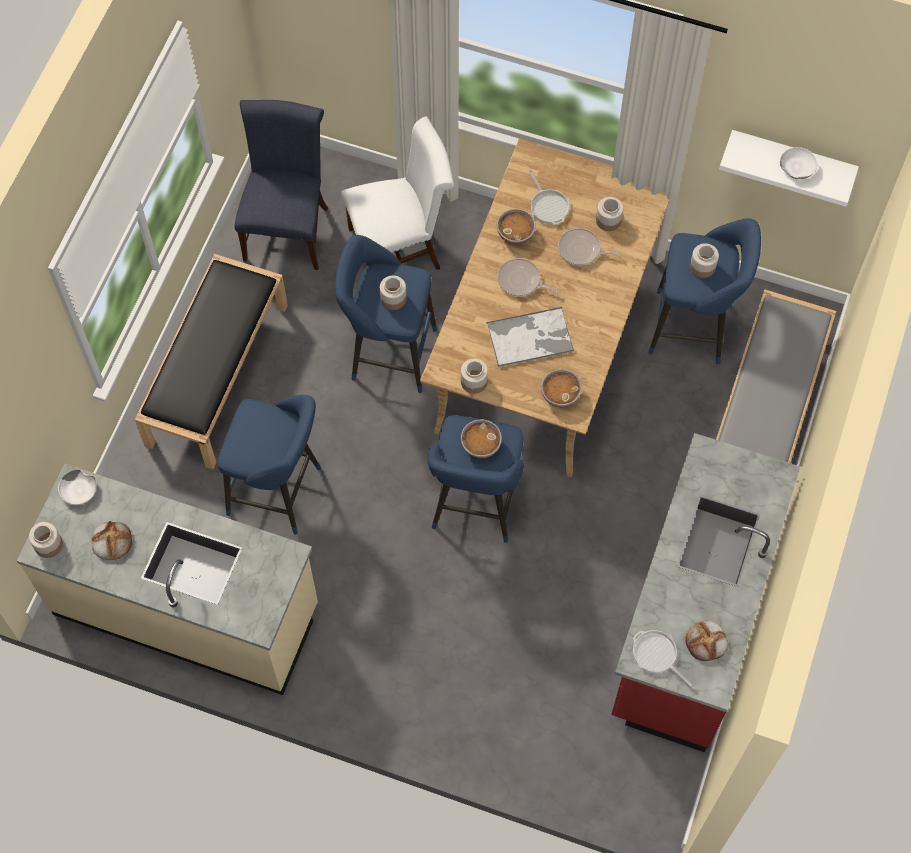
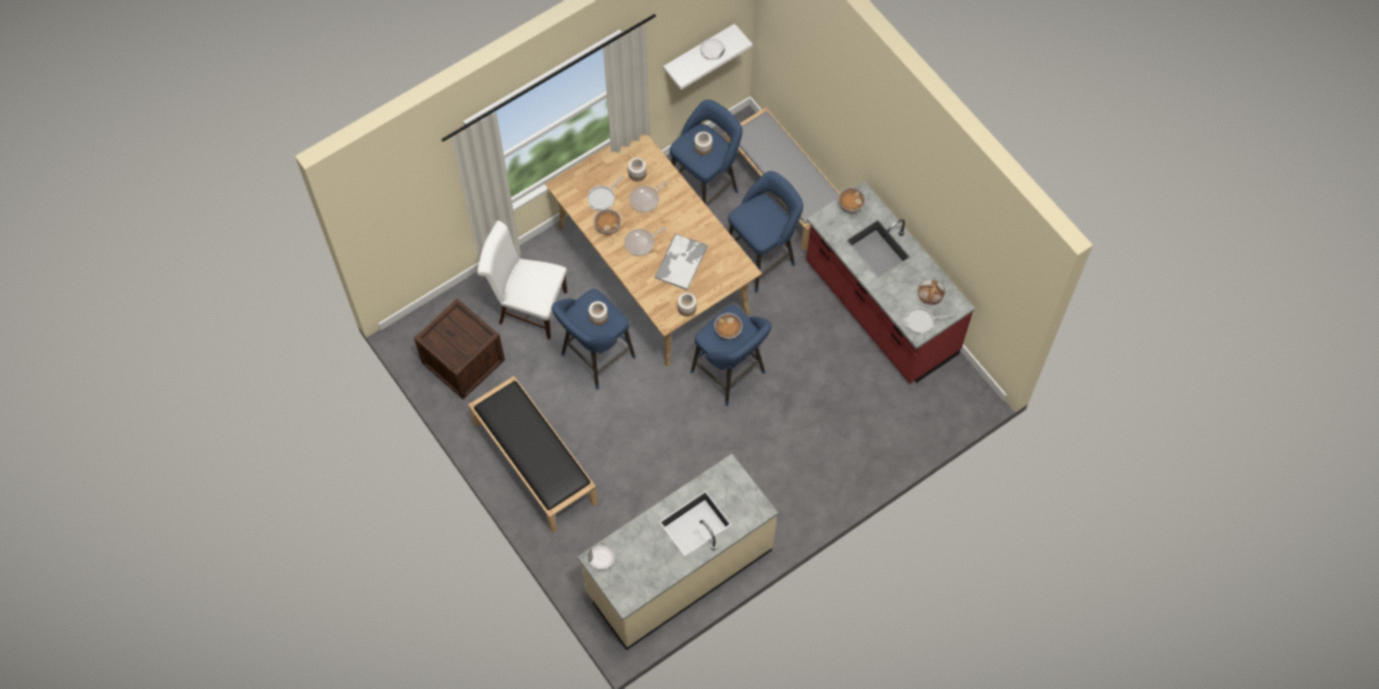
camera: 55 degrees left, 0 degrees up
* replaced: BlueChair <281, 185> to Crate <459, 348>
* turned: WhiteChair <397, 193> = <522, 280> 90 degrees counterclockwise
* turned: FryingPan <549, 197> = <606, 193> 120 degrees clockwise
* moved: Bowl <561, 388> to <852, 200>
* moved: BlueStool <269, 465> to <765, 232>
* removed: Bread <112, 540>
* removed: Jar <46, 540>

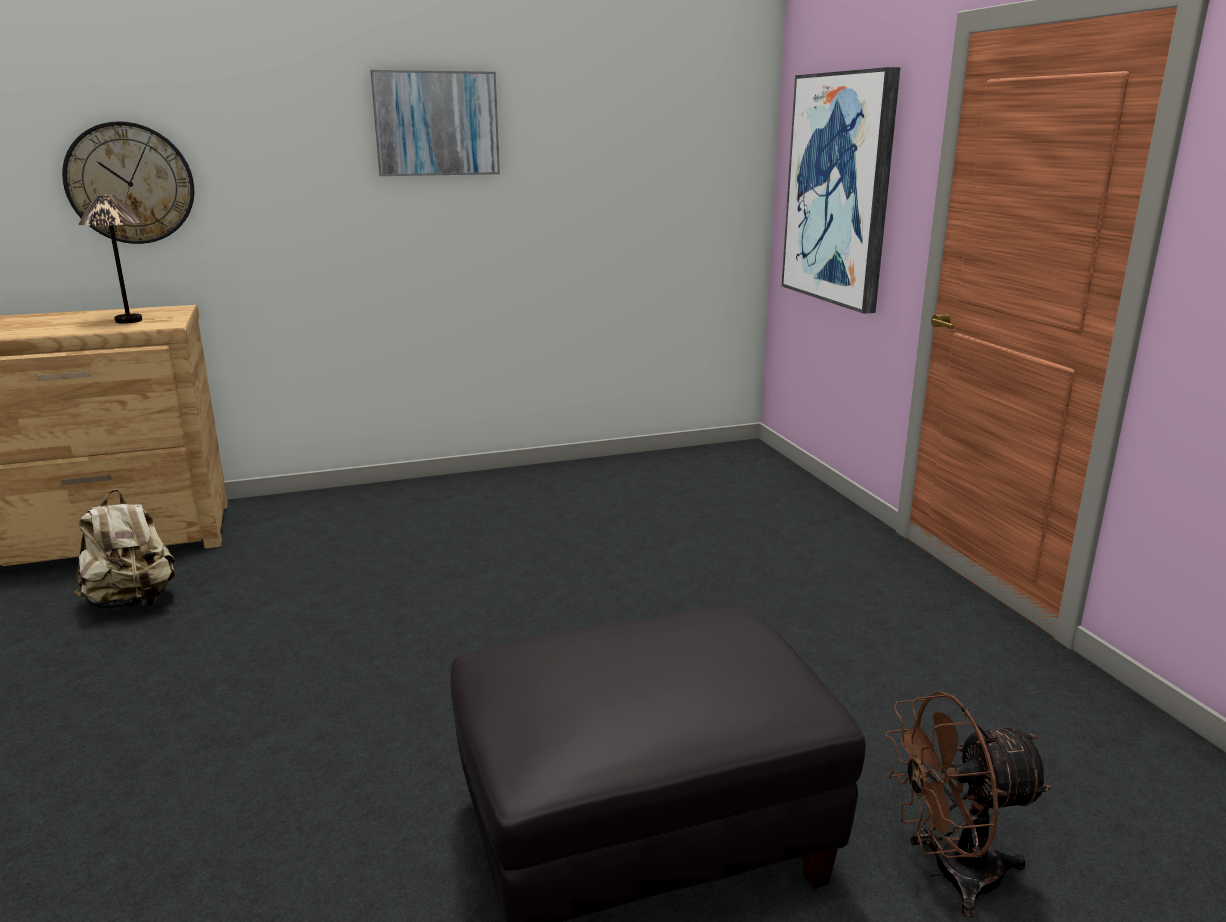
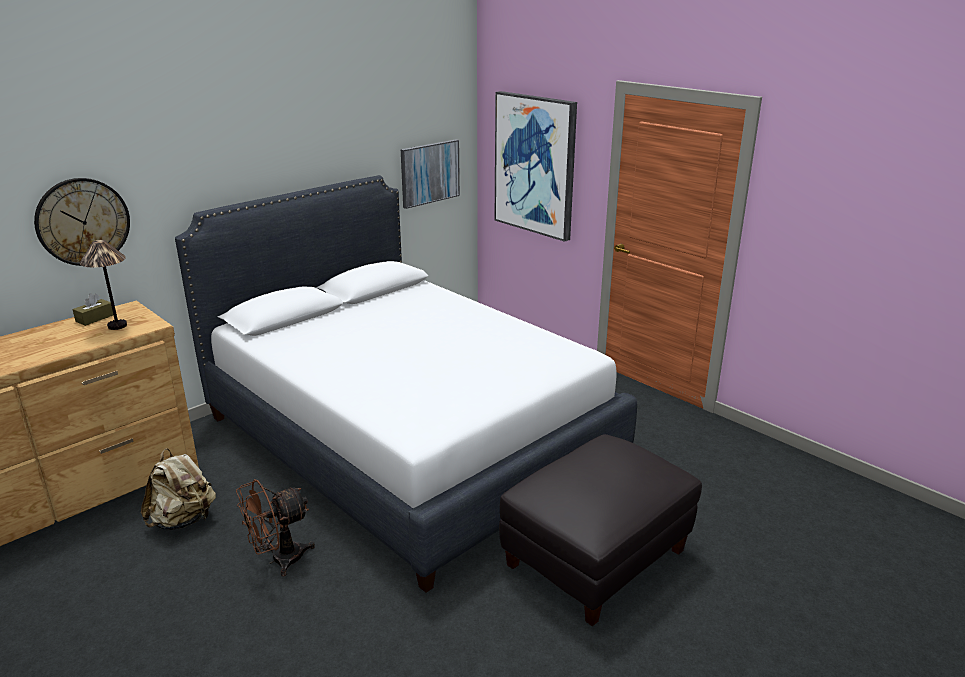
camera: 25 degrees left, 5 degrees up
* moved: Picture <435, 123> to <430, 174>
* moved: BrownFan <968, 804> to <275, 527>
* added: WhiteBed <406, 384>
* added: BrownTissueBox <92, 309>

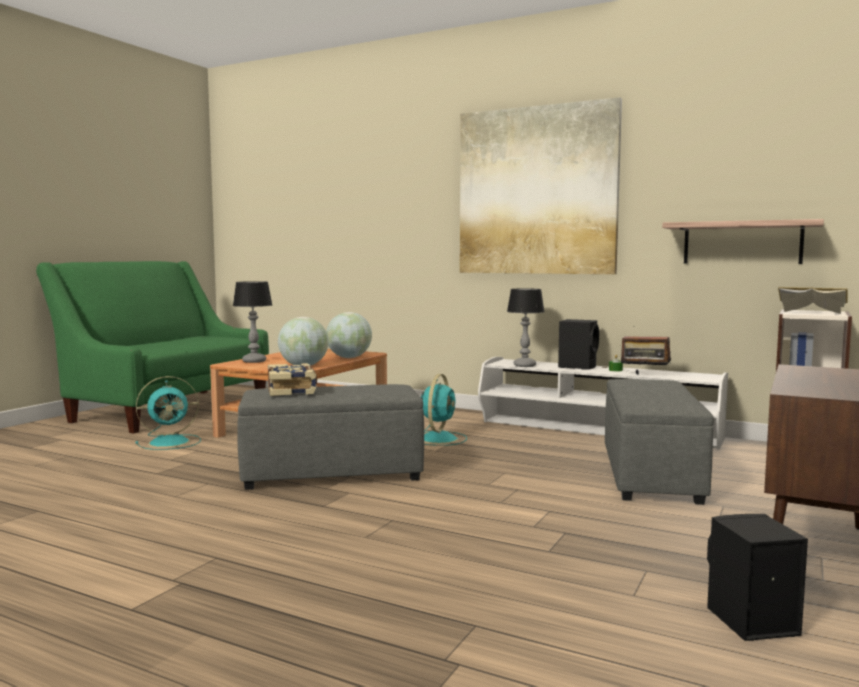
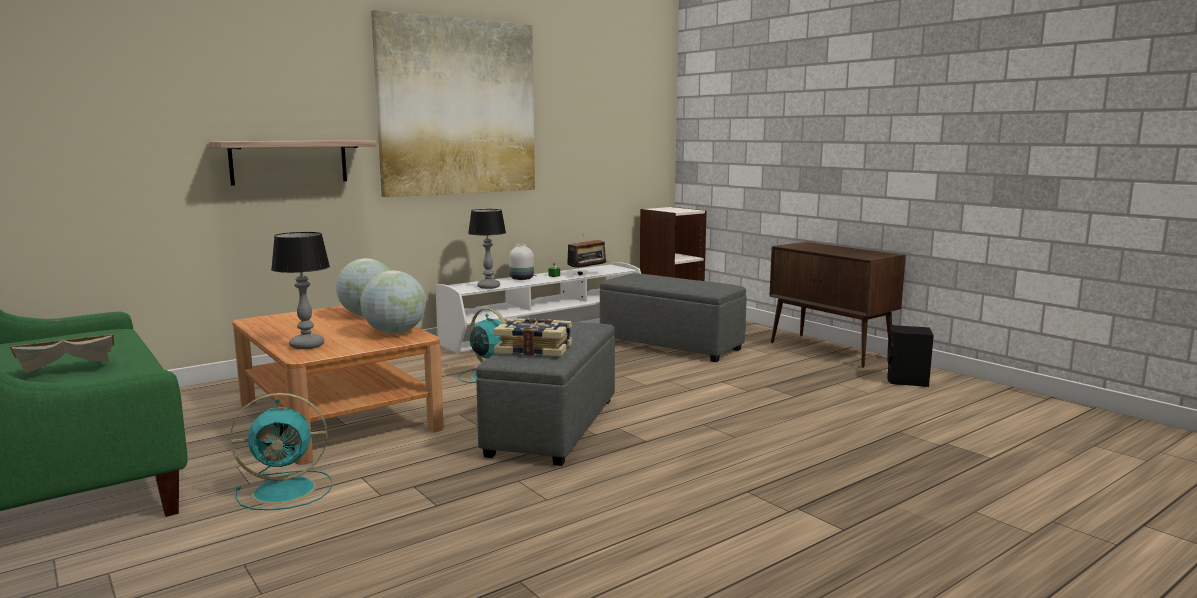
camera: 65 degrees left, 5 degrees up
* moved: Shelf <743, 241> to <292, 163>
* moved: Book <813, 300> to <61, 353>
* replaced: BlackSpeaker <578, 344> to WhiteVase <521, 262>
* turned: TurquoiseFan <168, 413> = <281, 451> 75 degrees clockwise

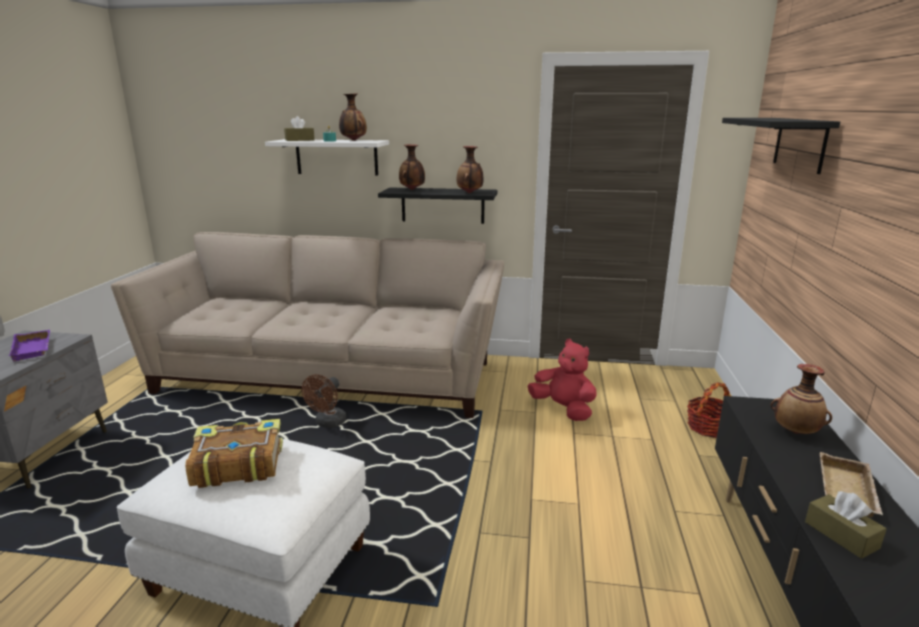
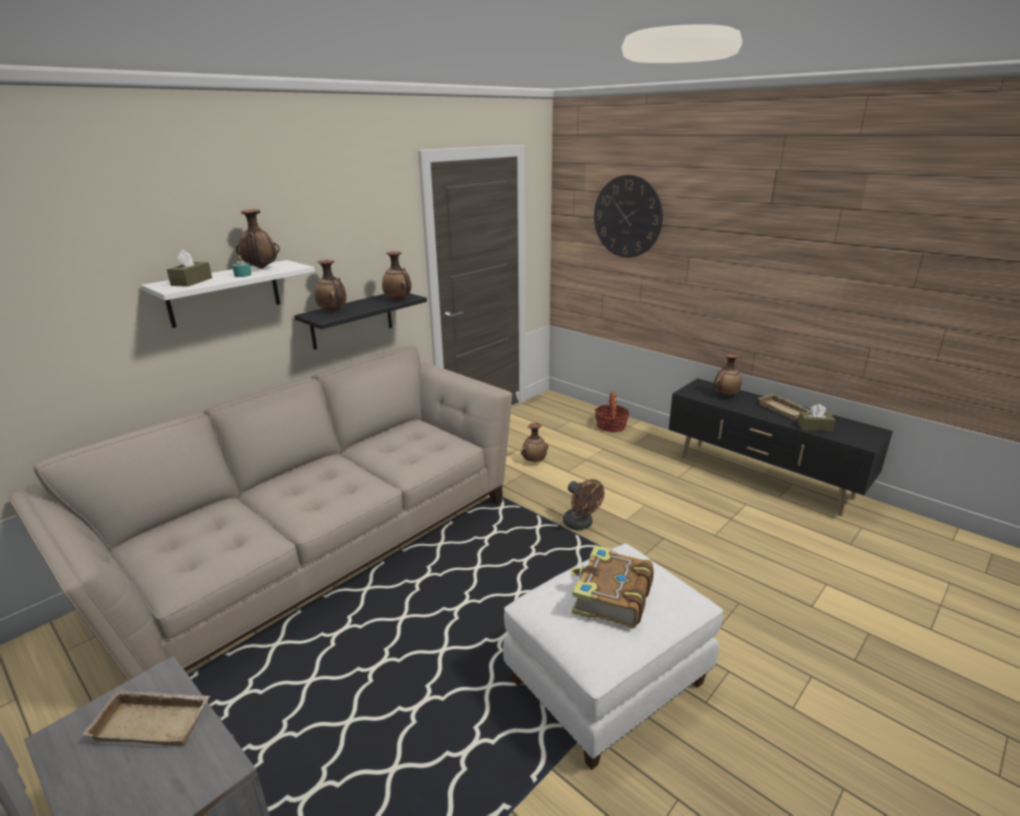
camera: 55 degrees left, 5 degrees up
* replaced: BlackShelf <781, 146> to WallClock <628, 216>
* recoloured: PurpleTray <29, 346> to BeigeTray <146, 718>
* replaced: RedPlushToy <562, 380> to Vase <534, 442>
* moved: BrownFan <324, 401> to <583, 504>

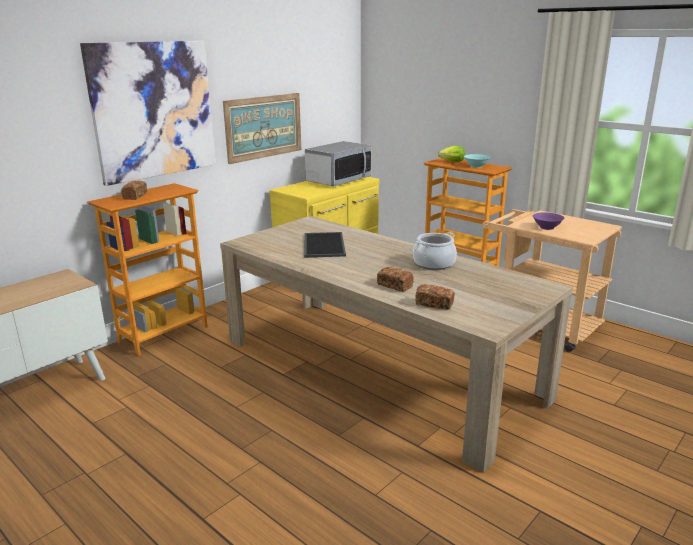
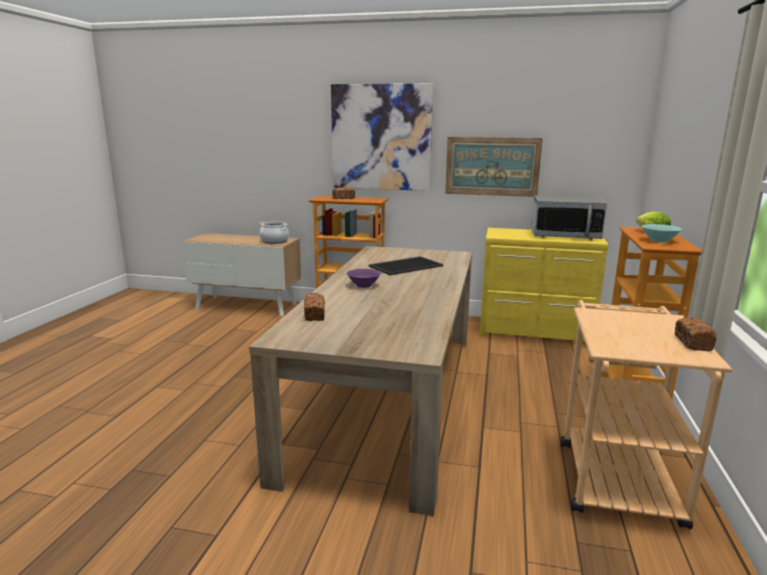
camera: 60 degrees right, 5 degrees down
* moved: PurpleBowl <548, 221> to <364, 278>
* moved: CookingPot <435, 251> to <274, 233>
* moved: Bread <395, 279> to <696, 334>

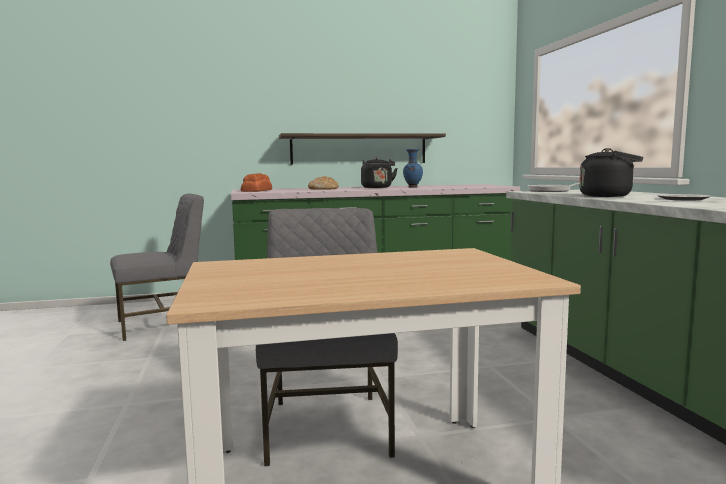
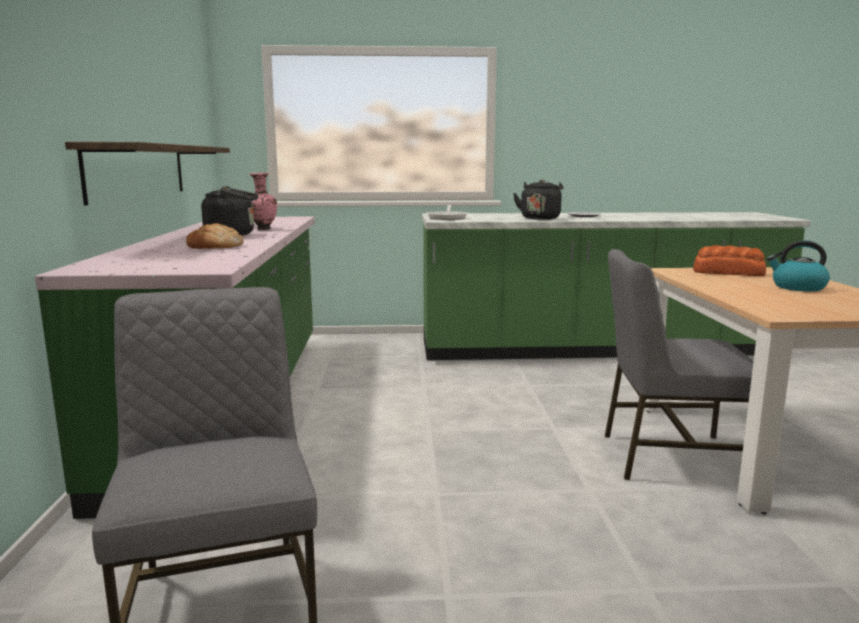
camera: 80 degrees left, 5 degrees up
* recoloured: BlueVase <413, 168> to PinkVase <263, 201>
* moved: Bread <256, 182> to <729, 260>
* added: Kettle <798, 266>

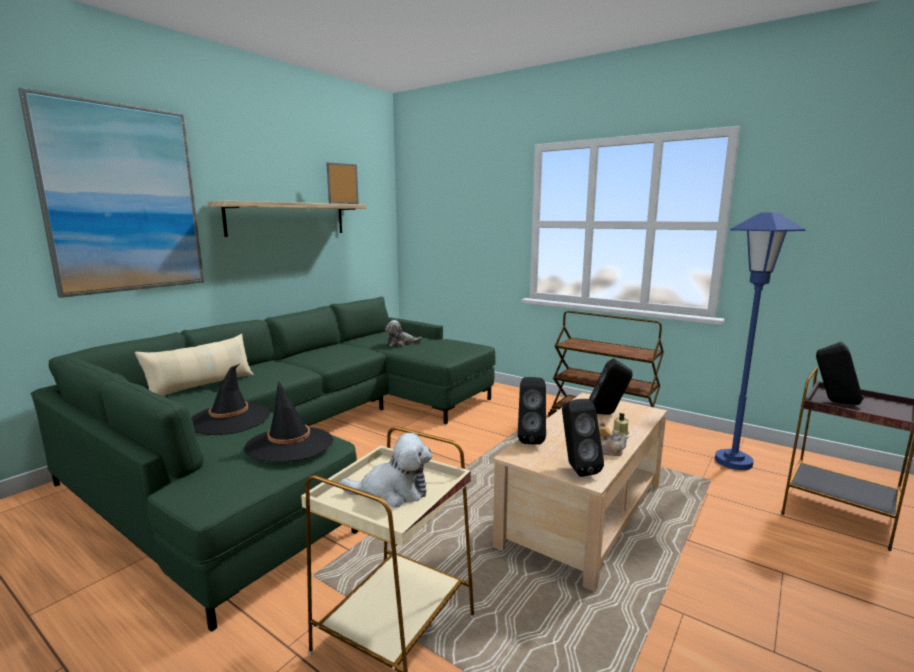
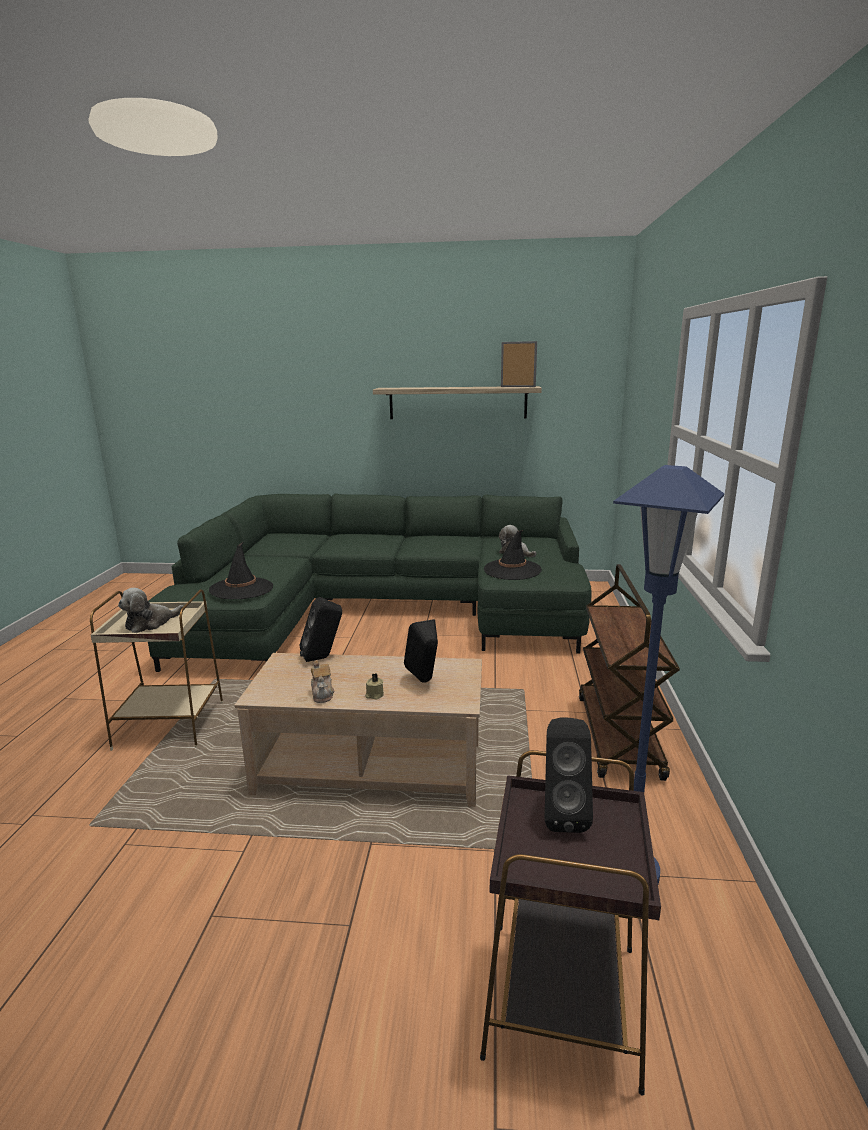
camera: 60 degrees right, 5 degrees up
* removed: Picture <111, 192>
* removed: BeigePillow <194, 365>
* moved: BlackHat <231, 399> to <513, 555>
* removed: BlackSpeaker <583, 438>
* turned: PlushToy <386, 470> = <151, 610> 75 degrees clockwise

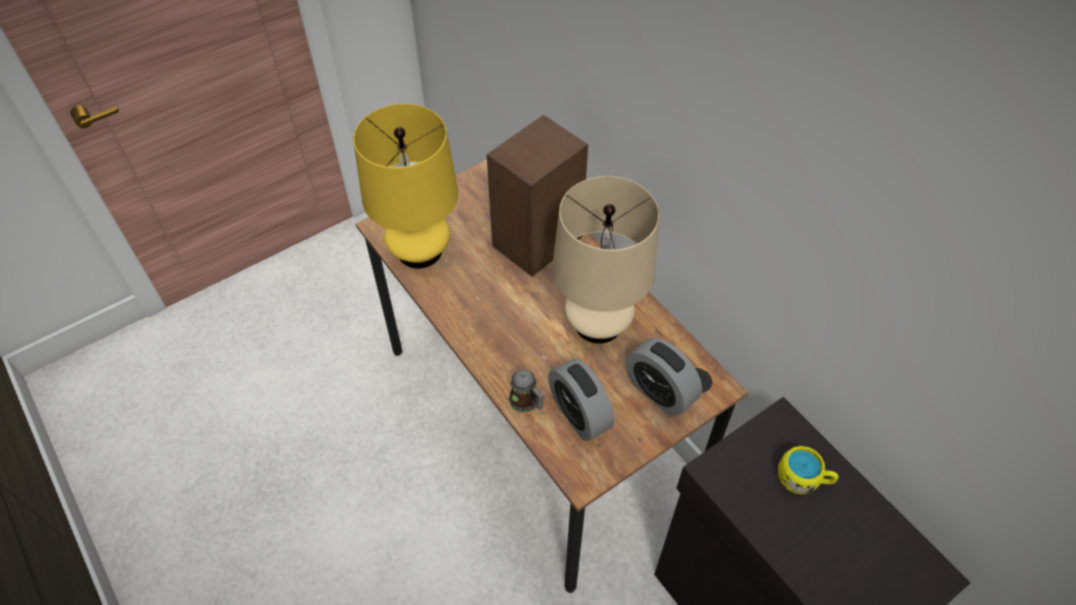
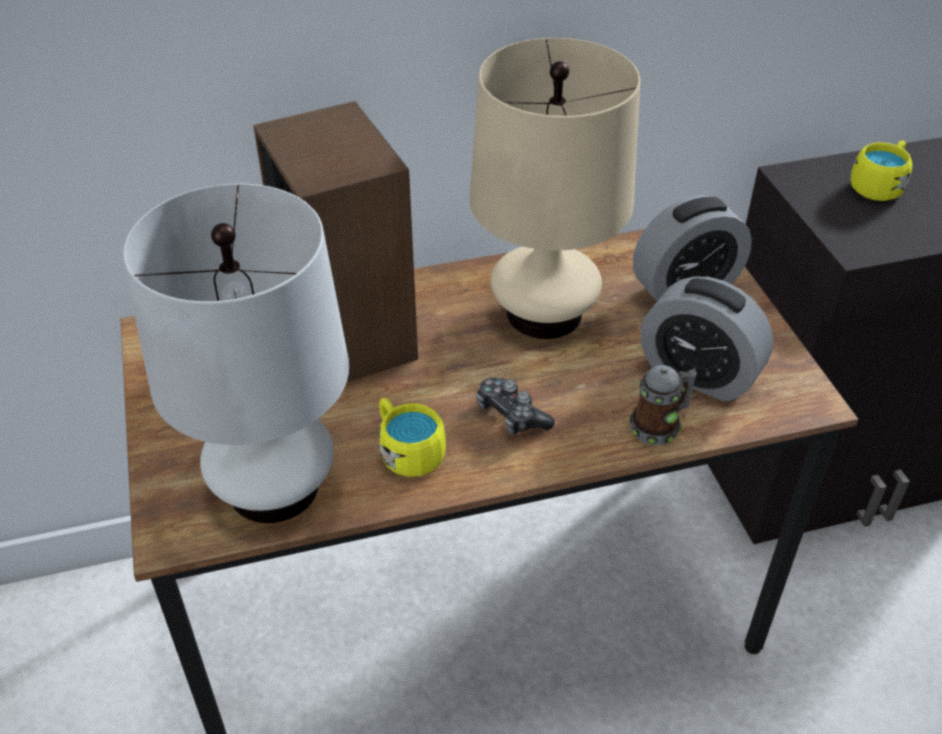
camera: 70 degrees left, 10 degrees down
* recoloured: YellowTableLamp <405, 186> to WhiteTableLamp <236, 353>
* turned: AlarmClock <581, 399> = <706, 339> 45 degrees clockwise
* added: GameController <515, 406>
* added: YellowMug <412, 437>

